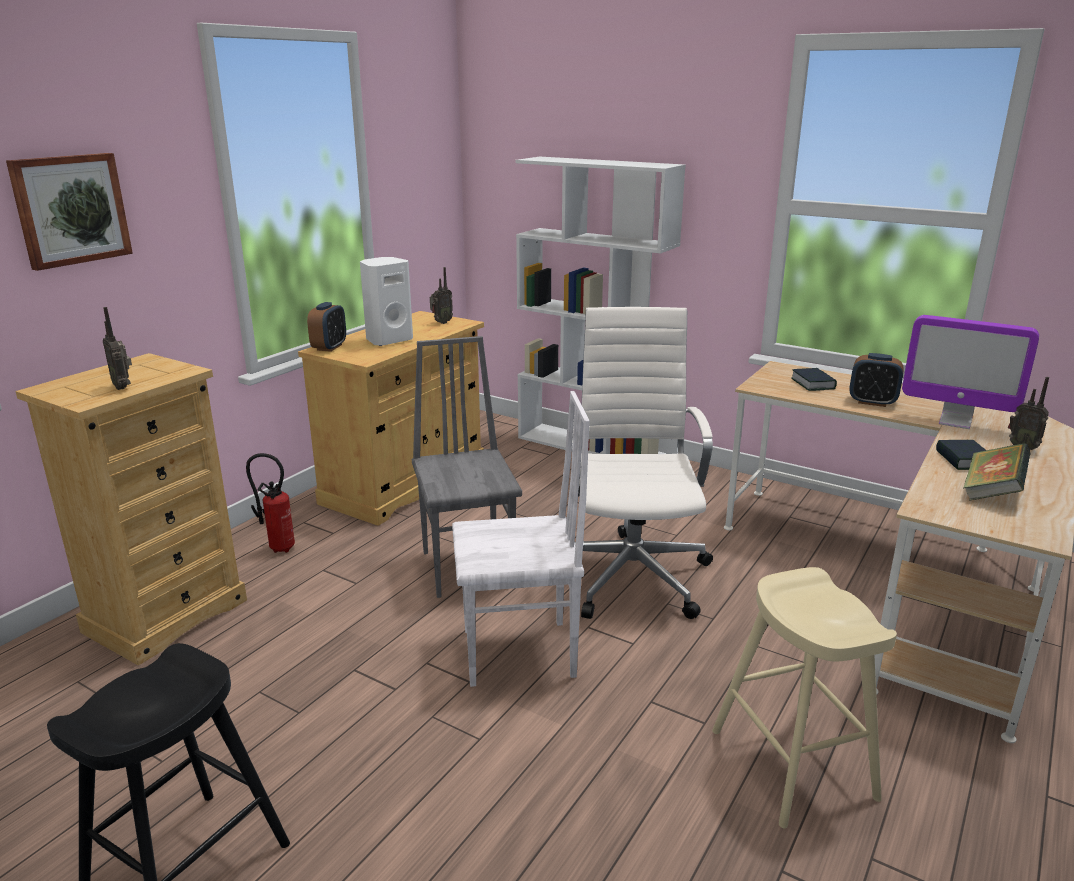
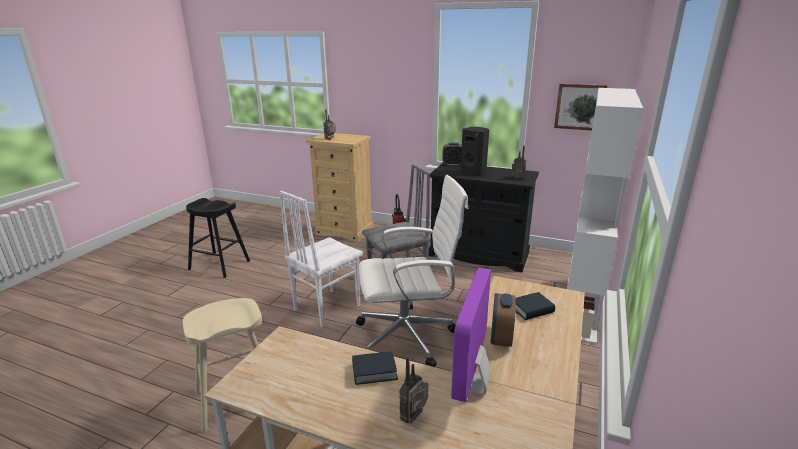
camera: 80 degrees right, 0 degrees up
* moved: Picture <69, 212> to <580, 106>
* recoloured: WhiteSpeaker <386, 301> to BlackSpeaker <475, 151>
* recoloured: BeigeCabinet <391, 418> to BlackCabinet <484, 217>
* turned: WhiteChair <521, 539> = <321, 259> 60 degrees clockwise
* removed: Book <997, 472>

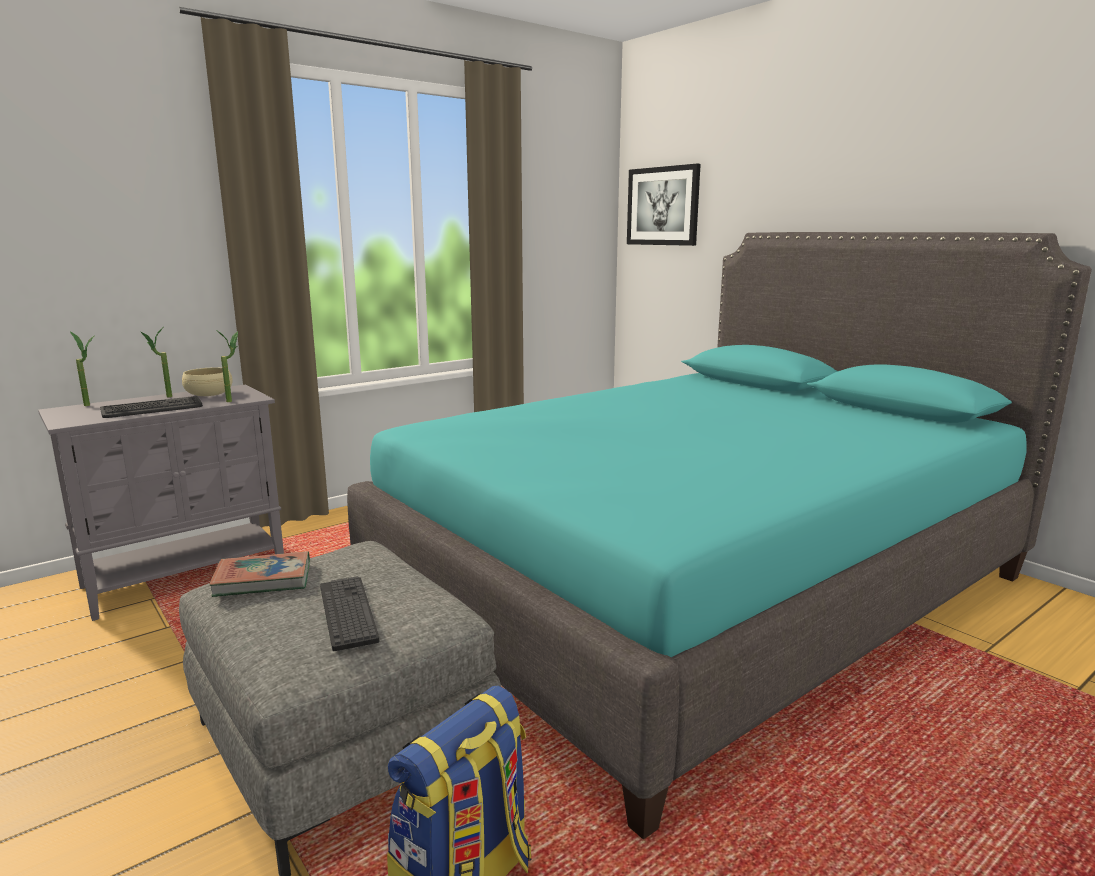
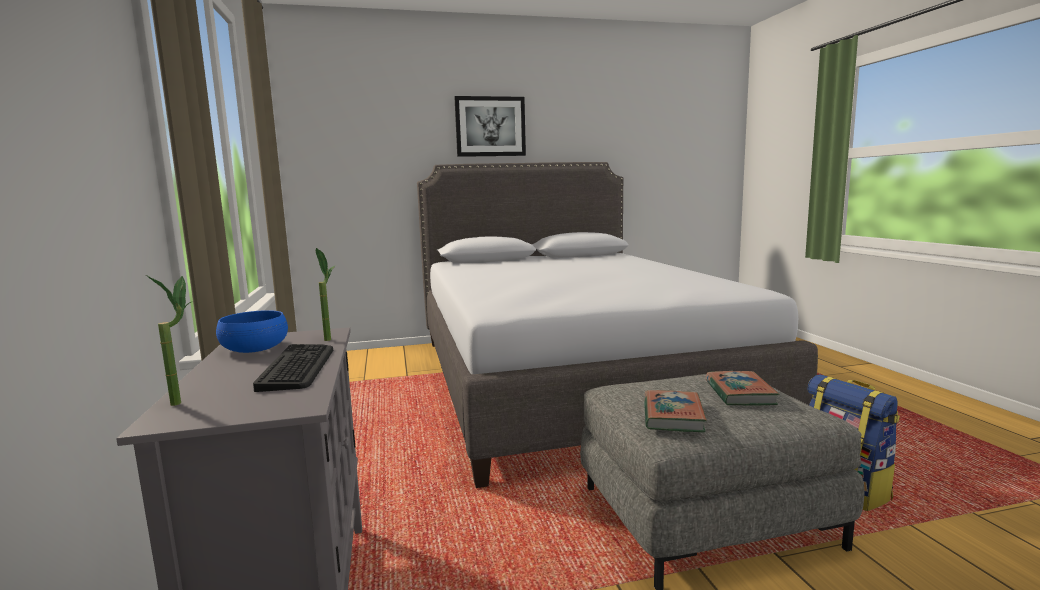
camera: 65 degrees left, 5 degrees down
* moved: Picture <664, 205> to <490, 126>
* recoloured: TurquoiseBed <719, 536> to GreyBed <617, 325>
* removed: PottedPlant <156, 362>
* recoloured: BeigeBowl <207, 382> to BlueBowl <252, 331>
* replaced: Keyboard <349, 613> to Book <743, 388>

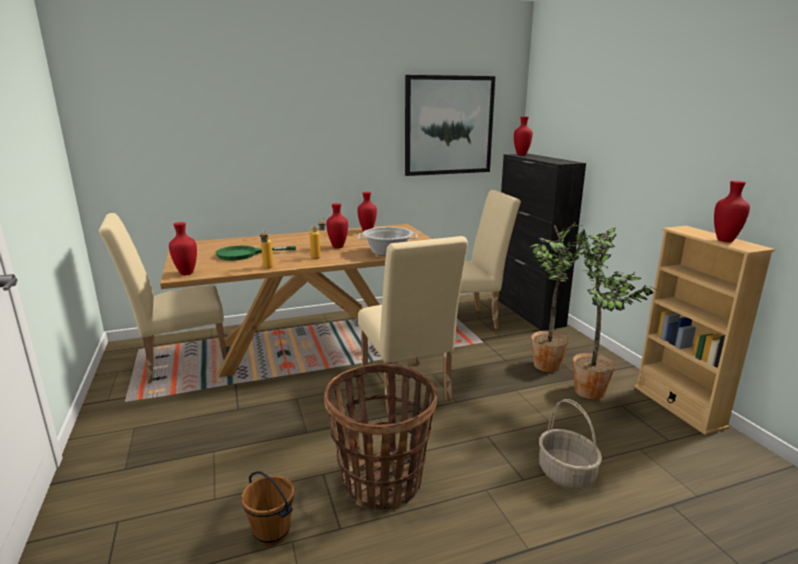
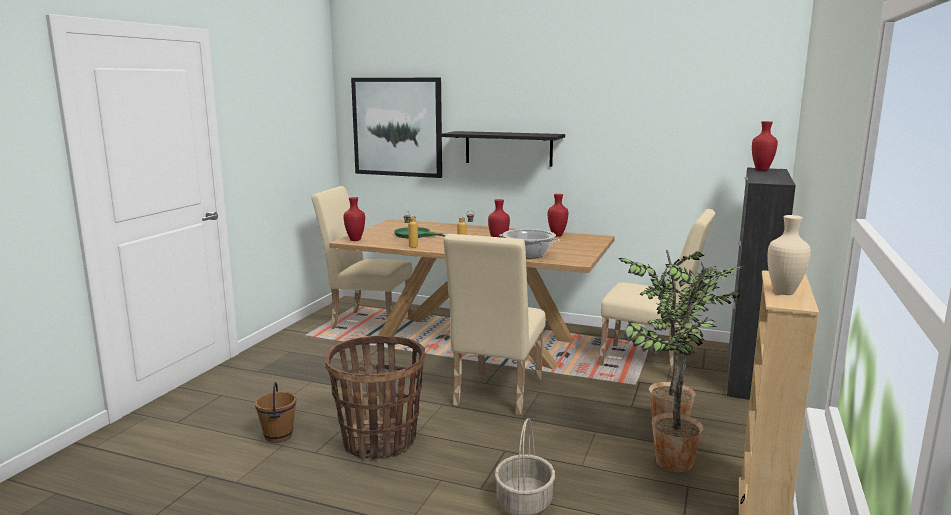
camera: 40 degrees right, 5 degrees down
* moved: Picture <450, 125> to <396, 128>
* recoloured: RedVase <732, 211> to BeigeVase <789, 255>
* added: BlackShelf <503, 149>

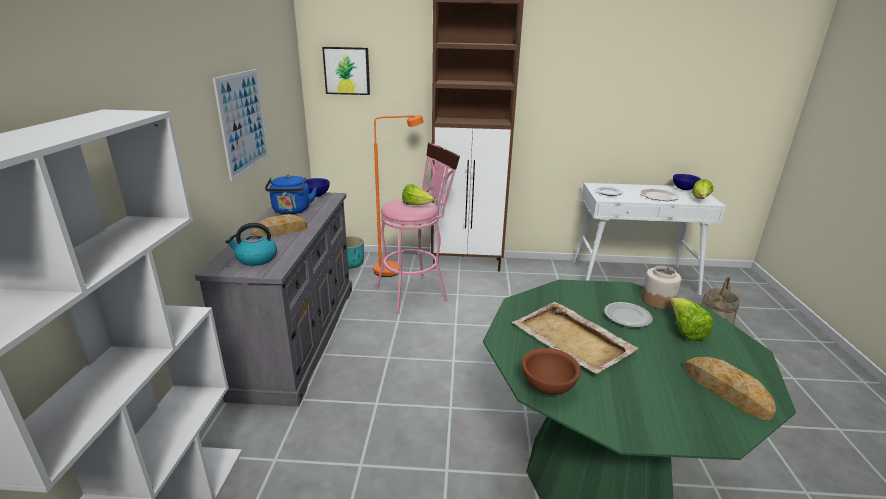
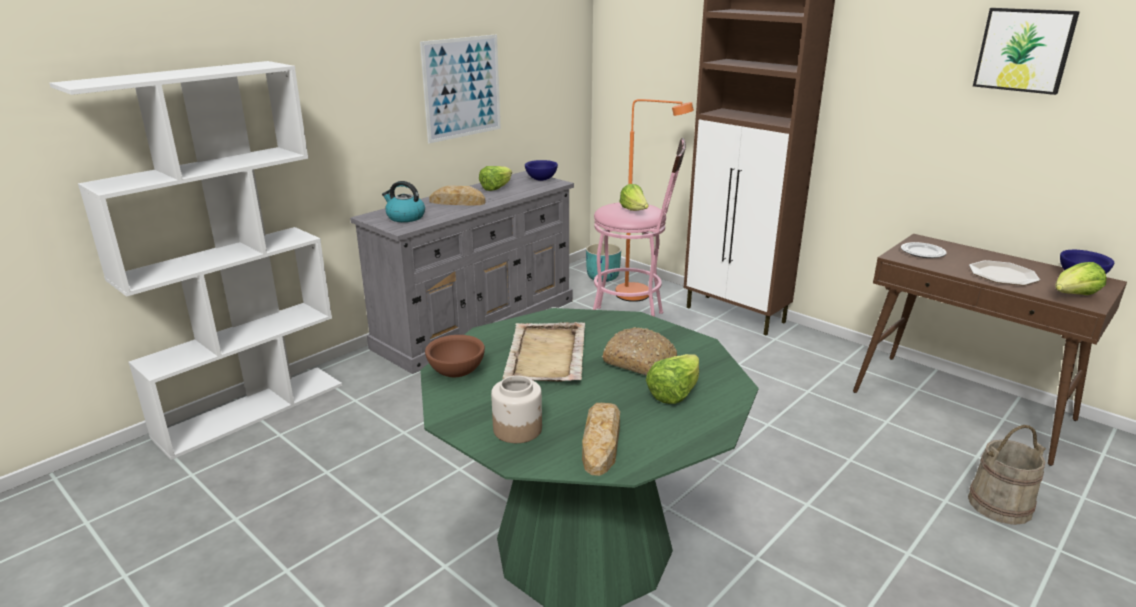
camera: 40 degrees right, 0 degrees up
* moved: Picture <346, 71> to <1026, 51>
* replaced: BlueKettle <291, 194> to Lettuce <495, 178>
* recoloured: WhiteConsoleTable <649, 239> to BrownConsoleTable <990, 350>
* moved: Jar <661, 287> to <516, 409>
* replaced: Plate <628, 314> to Bread <639, 351>

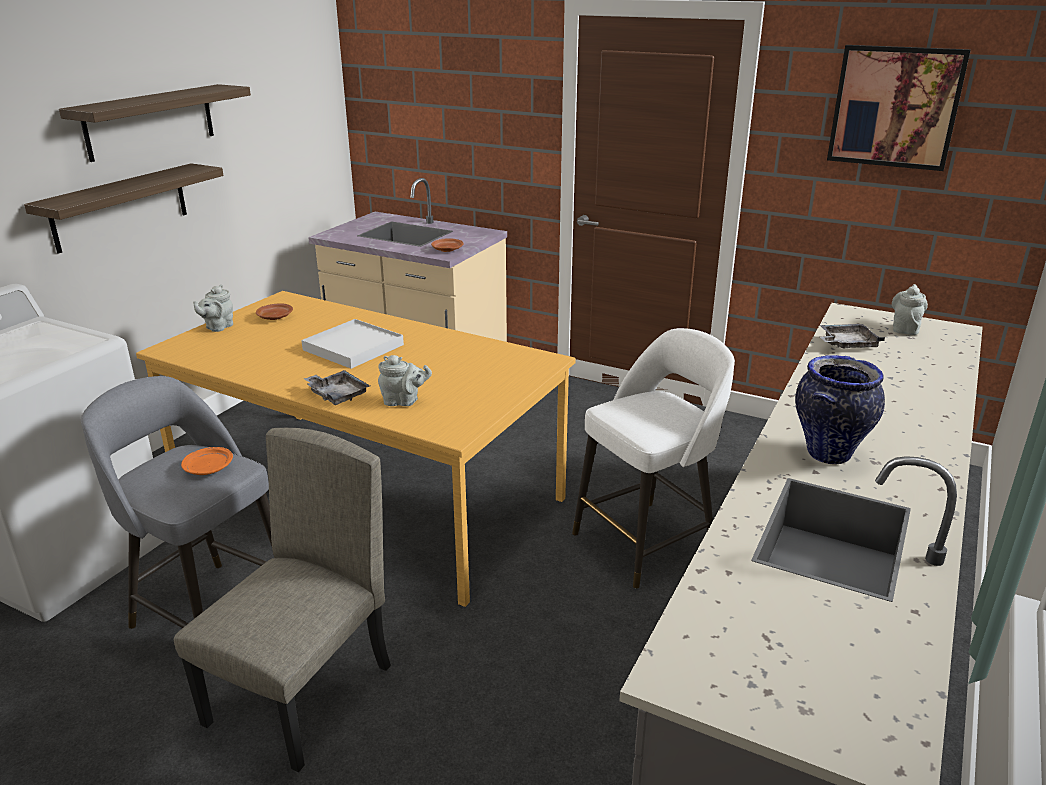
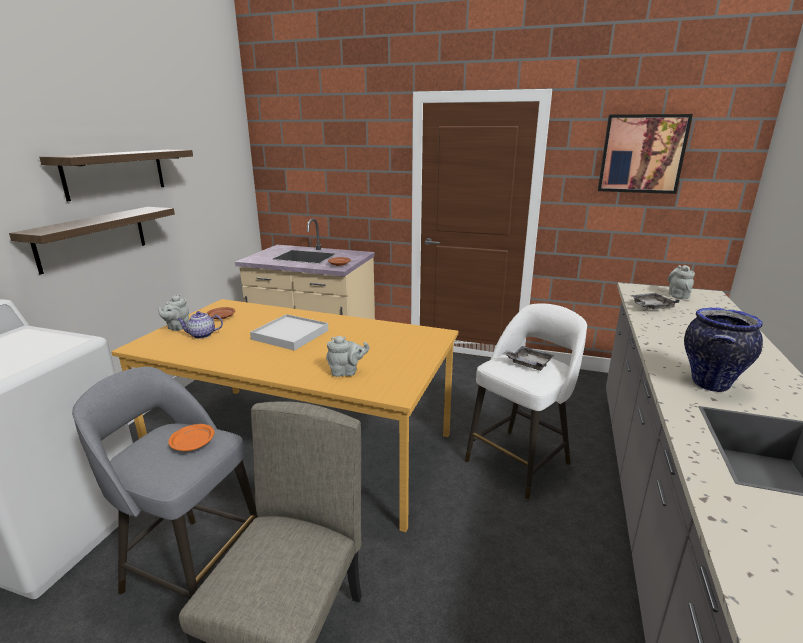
camera: 10 degrees left, 5 degrees down
* moved: GreyTray <337, 387> to <528, 358>
* added: Teapot <200, 325>

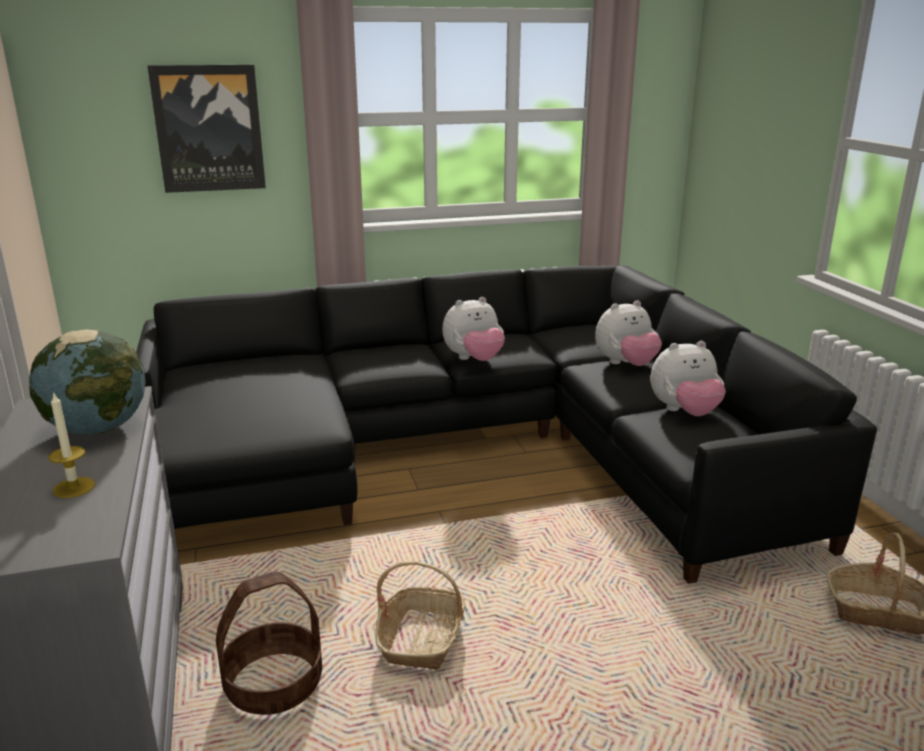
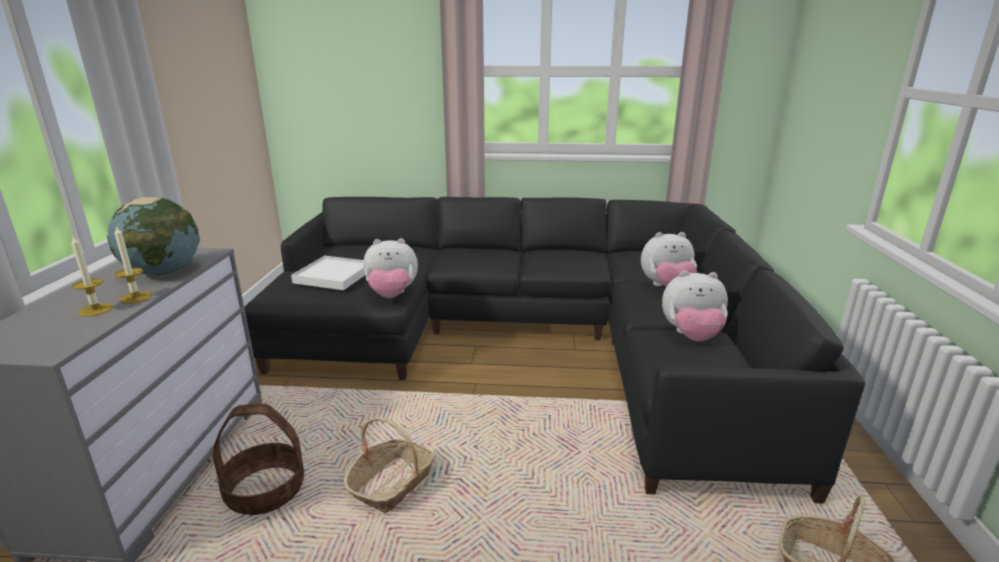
camera: 20 degrees right, 0 degrees up
* removed: Picture <207, 129>
* moved: PlushToy <474, 329> to <390, 268>
* added: Candle <133, 264>
* added: WhiteTray <328, 273>

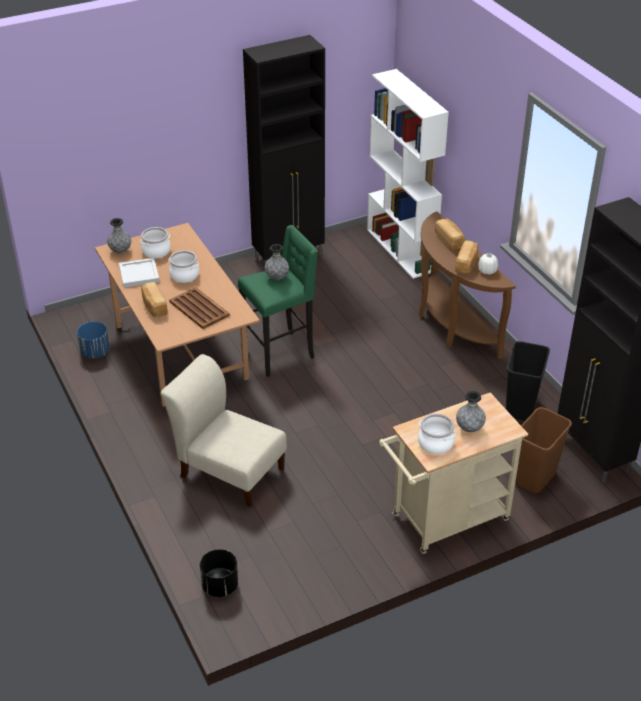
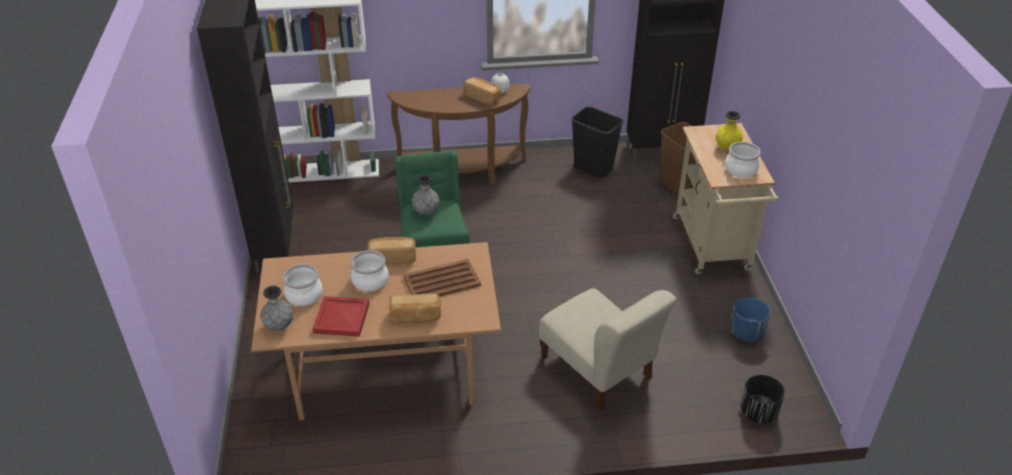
camera: 70 degrees left, 0 degrees up
* moved: Bread <450, 234> to <392, 250>
* recoloured: WhiteTray <139, 272> to RedTray <340, 316>
* moved: BluePlanter <93, 339> to <750, 319>
* turned: BeigeChair <224, 430> = <607, 350> 90 degrees counterclockwise
* recoloured: GreyVase <471, 411> to YellowVase <729, 130>

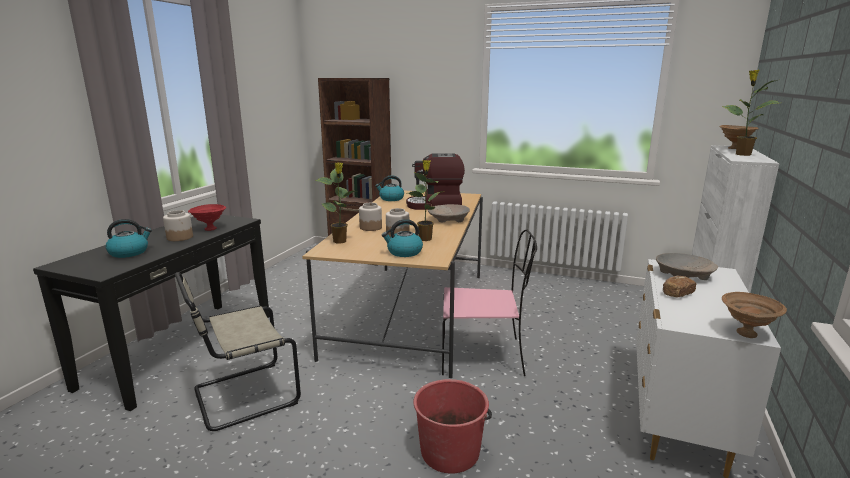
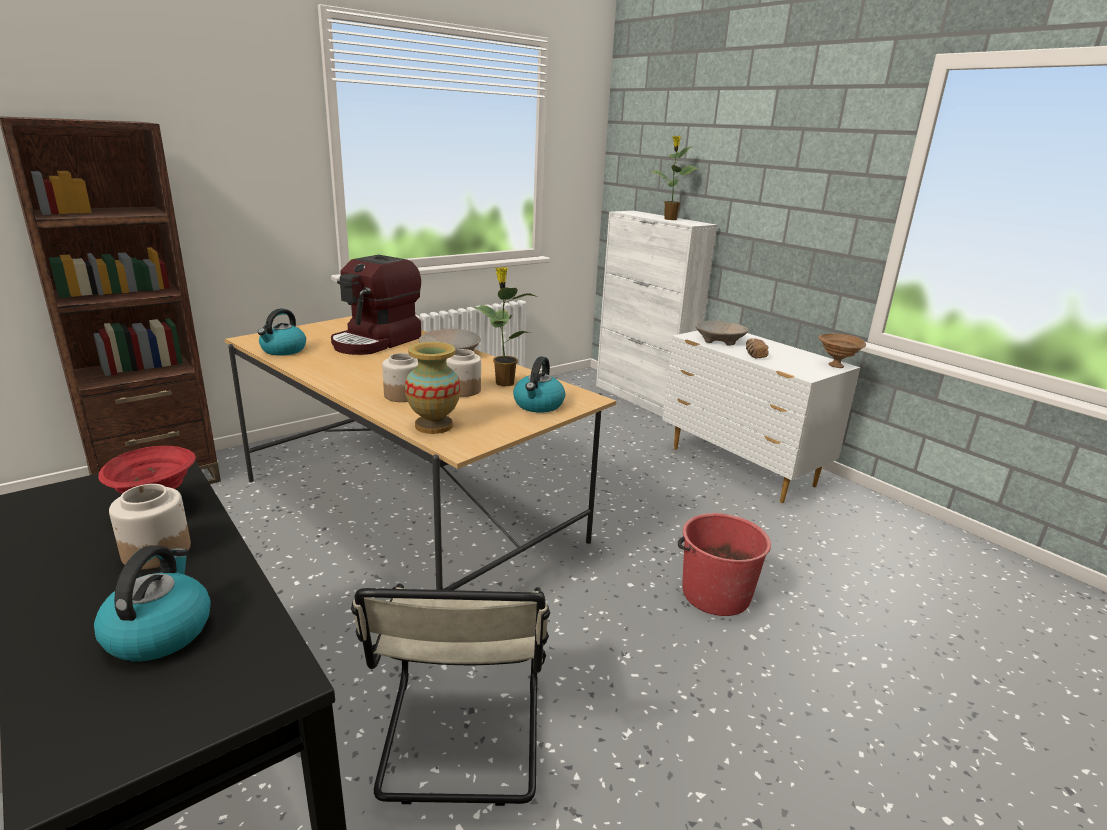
camera: 60 degrees left, 5 degrees up
* removed: BrownBowl <739, 137>
* replaced: PottedPlant <337, 203> to Vase <433, 388>
* removed: PinkChair <489, 303>

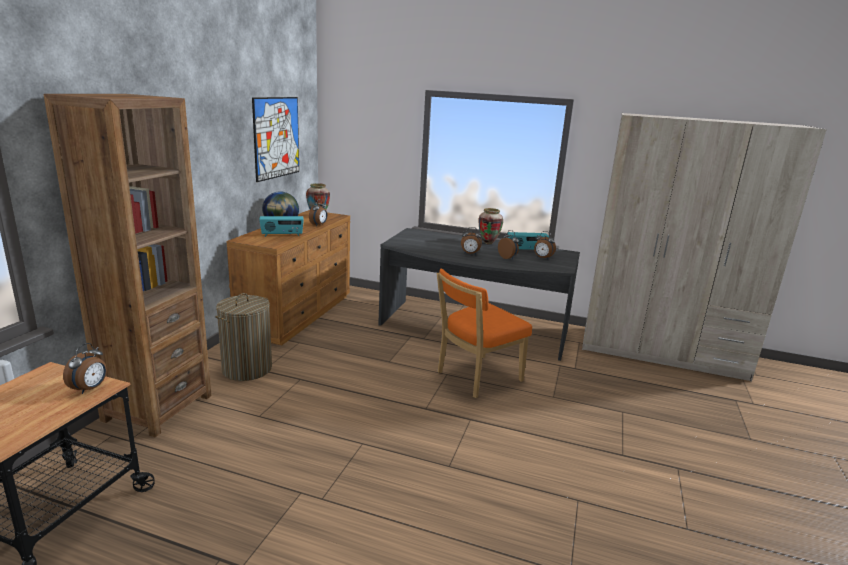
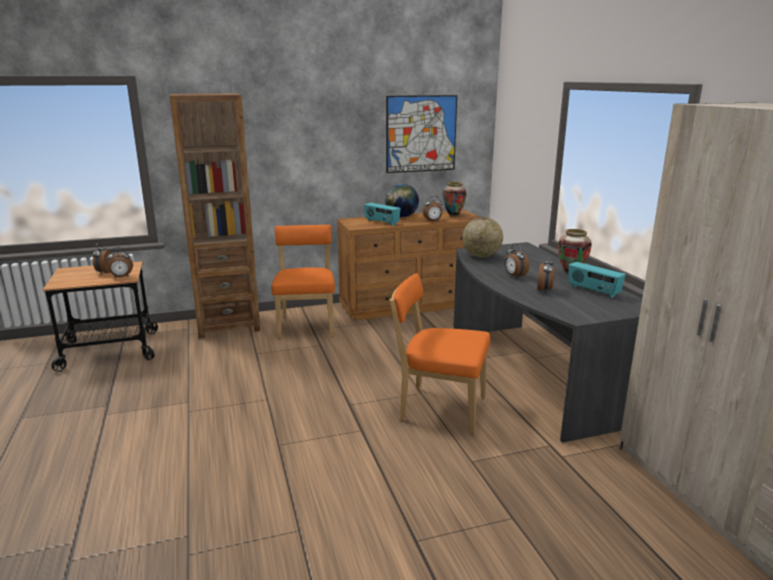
camera: 55 degrees right, 0 degrees up
* moved: AlarmClock <545, 245> to <102, 258>
* replaced: LaundryBasket <243, 337> to OrangeChair <303, 282>
* added: Globe <482, 237>

